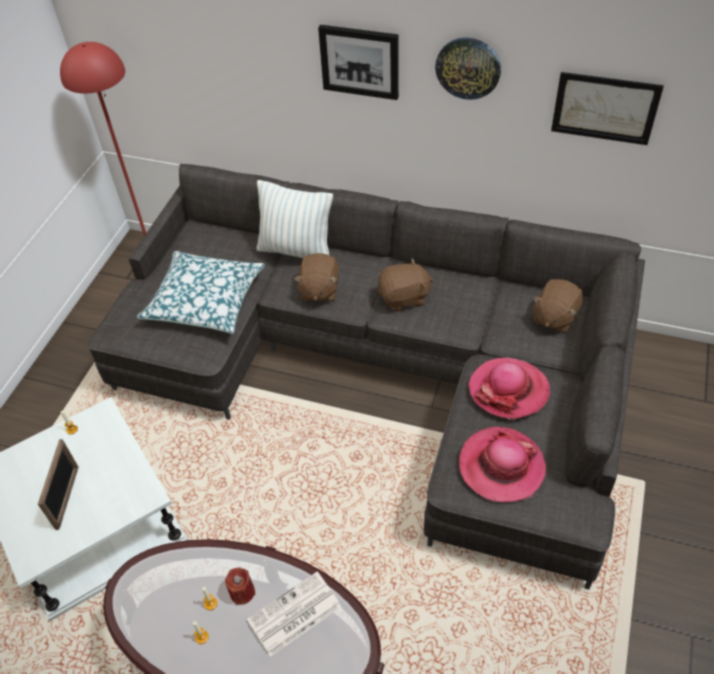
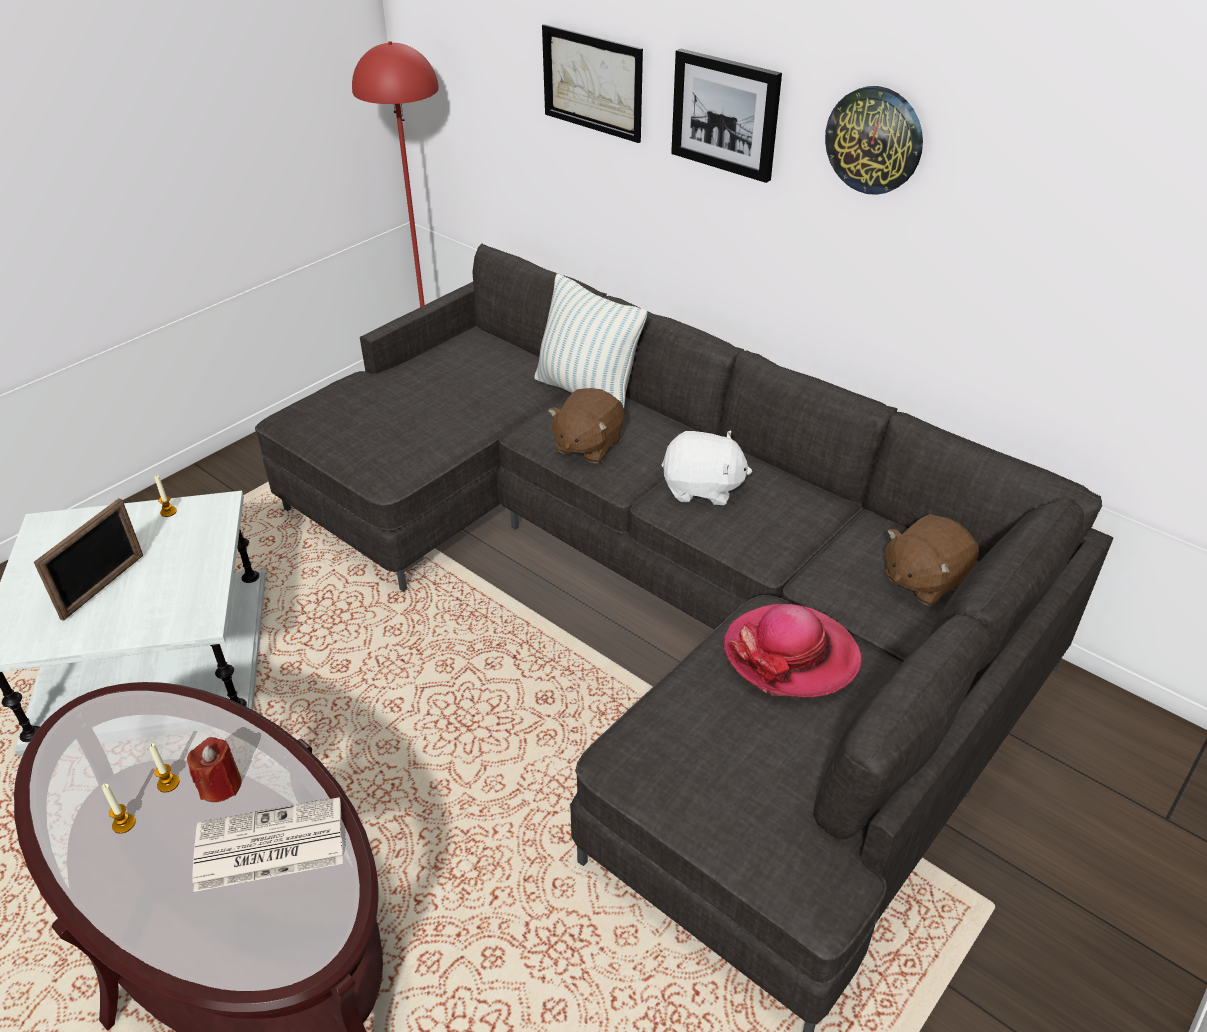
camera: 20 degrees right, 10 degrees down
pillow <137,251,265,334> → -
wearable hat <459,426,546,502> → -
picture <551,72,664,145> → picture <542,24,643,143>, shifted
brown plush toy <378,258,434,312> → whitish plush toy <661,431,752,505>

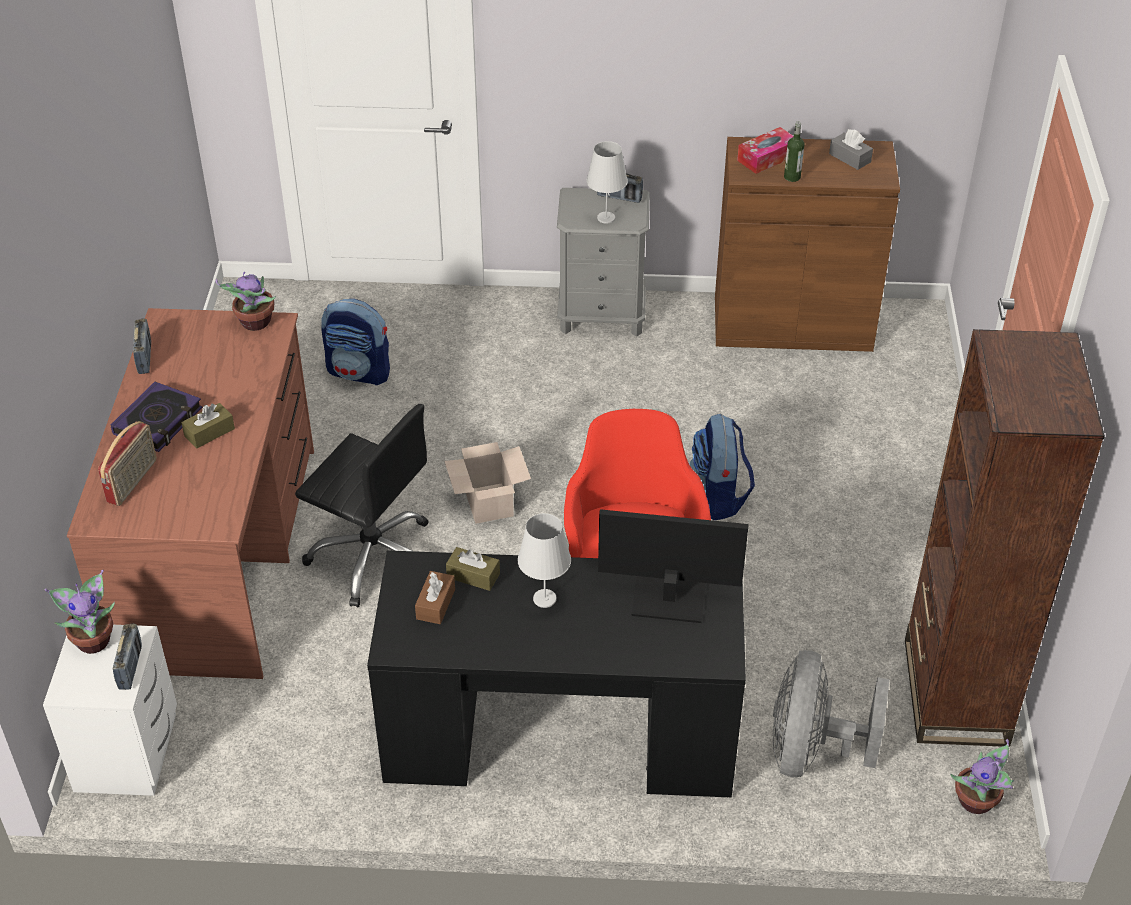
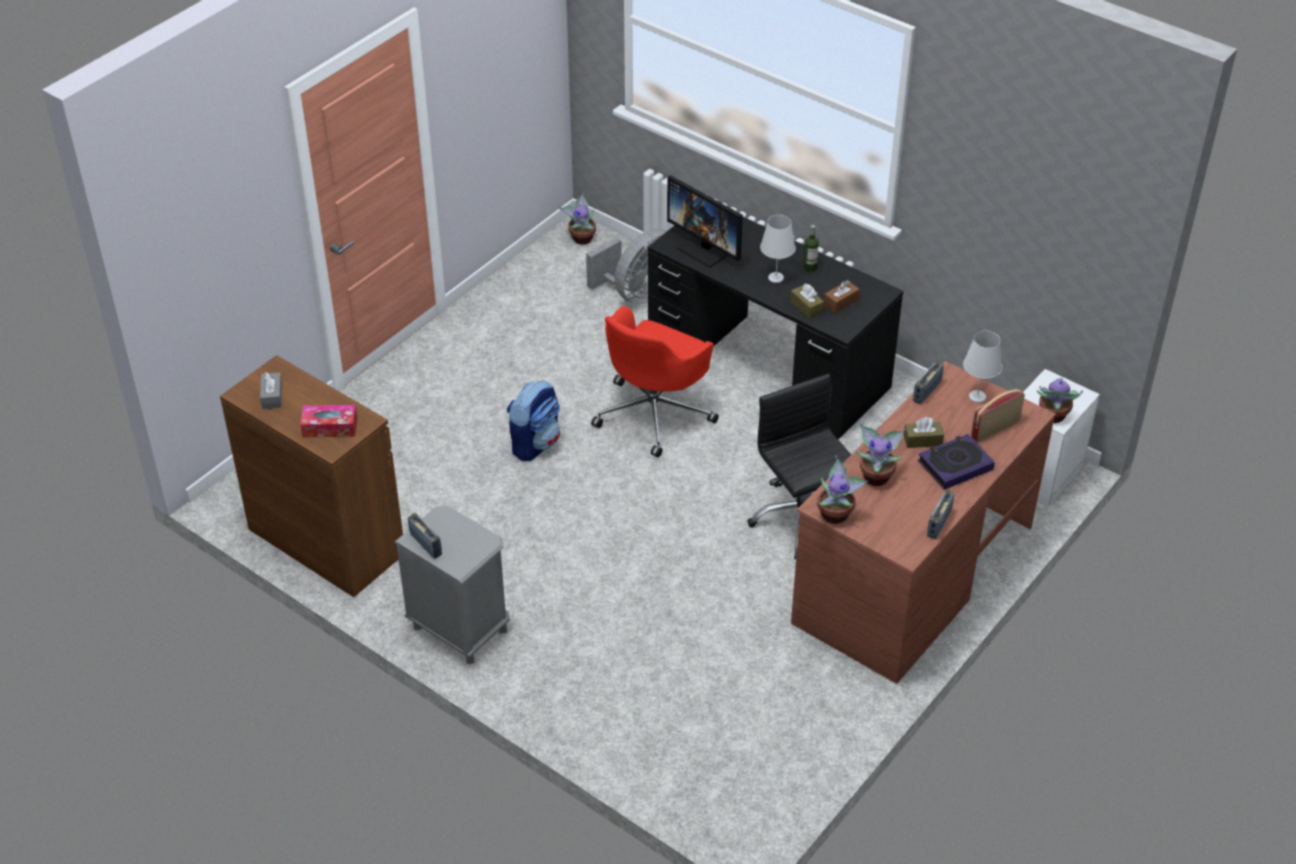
camera: 145 degrees left, 0 degrees up
rucksack <321,299,390,385> → -
carton <444,442,531,524> → -
brown bookcase <905,329,1105,747> → -
- → potted plant <856,424,906,486>
radio set <113,624,142,690> → radio set <913,361,944,404>, shifted
whitish lamp for a table <586,141,628,224> → whitish lamp for a table <963,331,1002,403>, shifted
bottle <784,122,804,182> → bottle <803,225,819,272>, shifted

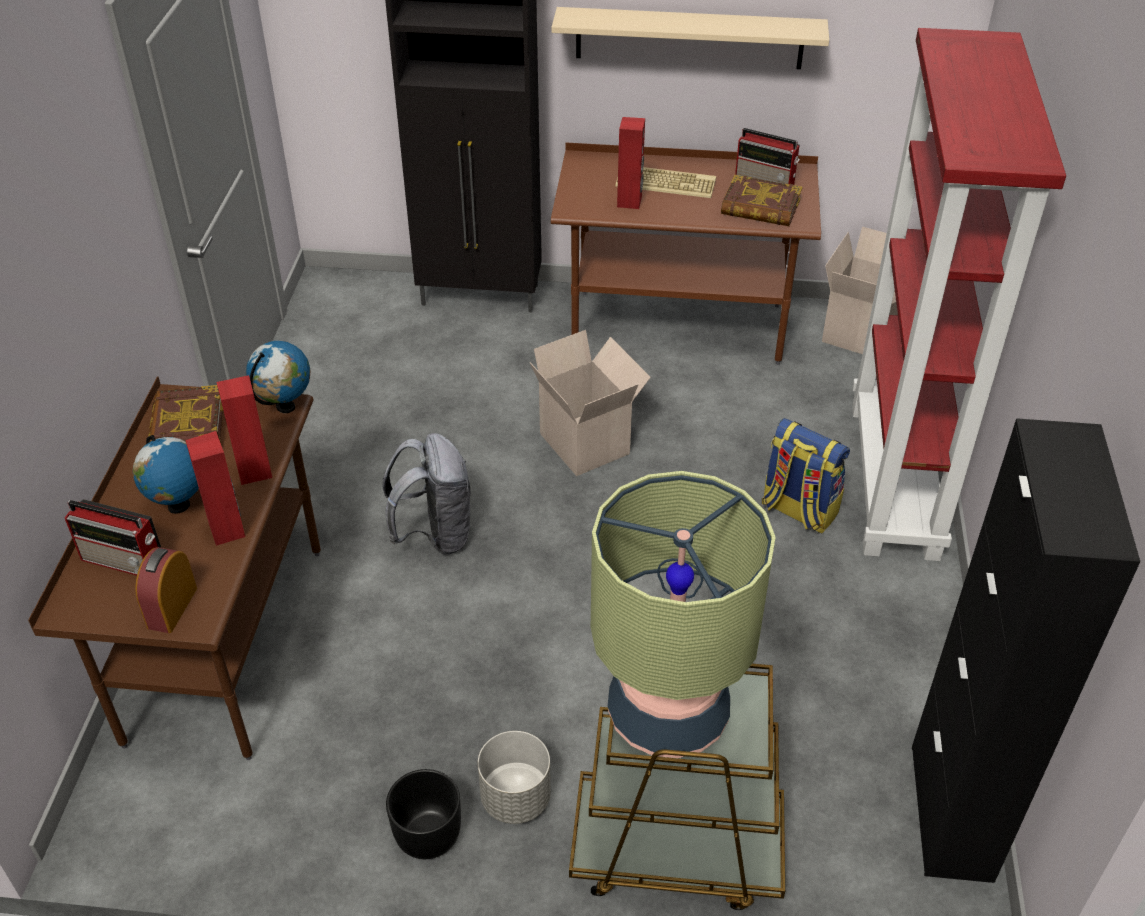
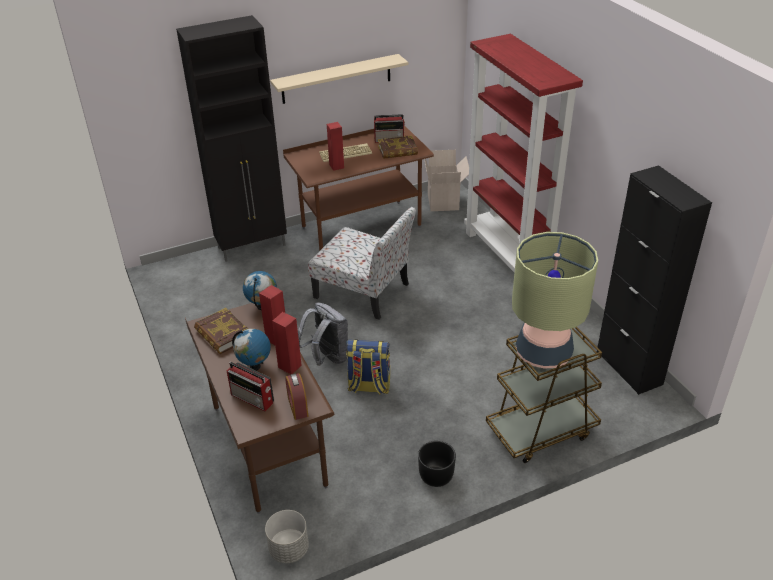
camera: 30 degrees left, 5 degrees down
gray planter <478,731,551,824> → gray planter <265,510,309,563>, shifted
rucksack <762,418,850,533> → rucksack <346,339,390,395>, shifted
carton <529,330,651,476> → chair <308,207,416,320>
radio set <65,499,161,575> → radio set <227,362,274,411>, 45 degrees clockwise

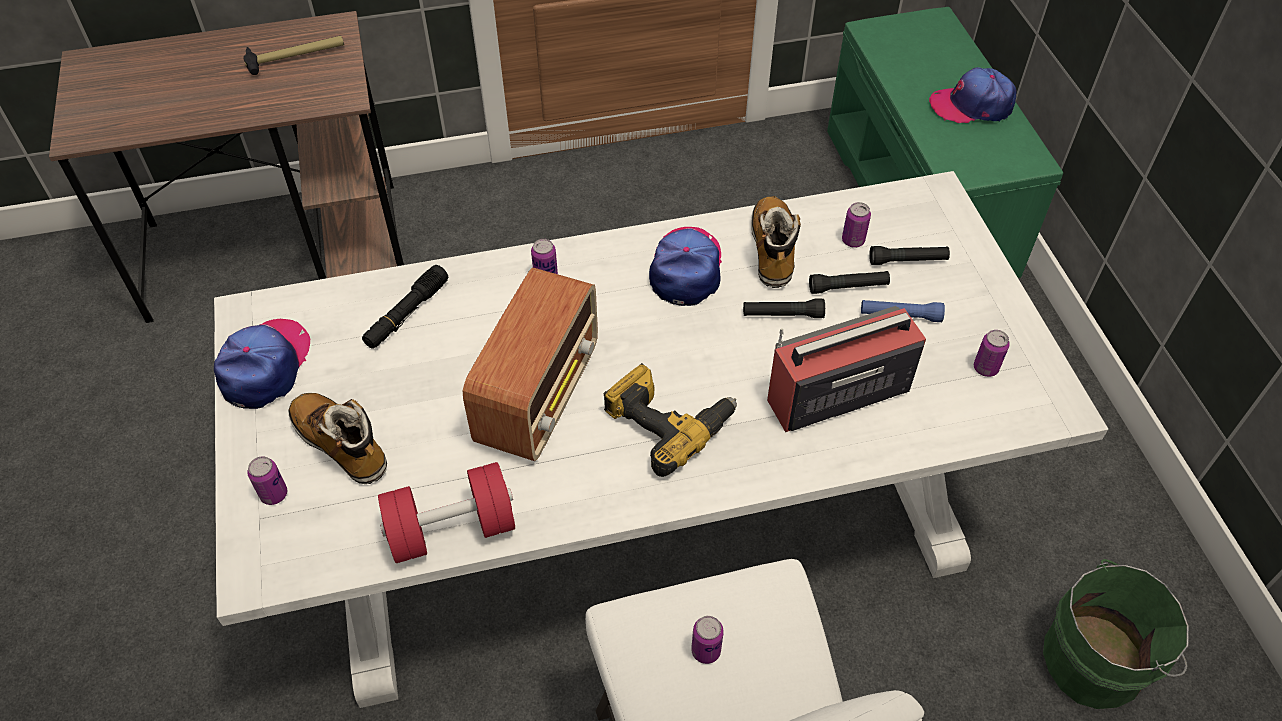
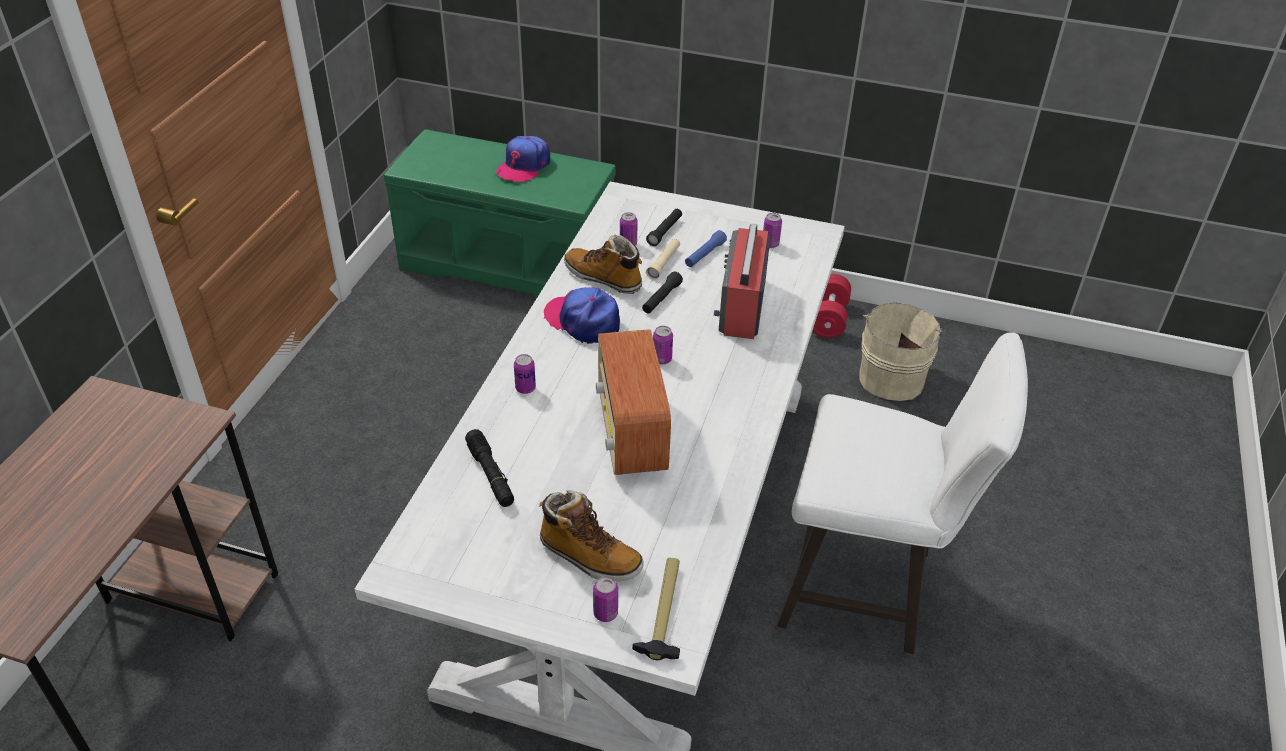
camera: 60 degrees left, 10 degrees down
peaked cap <214,319,310,409> → -
electric drill <604,363,737,477> → -
tool hammer <243,36,344,75> → tool hammer <632,558,680,660>, shifted
red-coloured dumbbell <378,462,515,563> → red-coloured dumbbell <813,274,851,338>, shifted
sealed can <691,616,724,664> → sealed can <653,326,673,364>, shifted
blackish hand torch <809,271,890,294> → beige hand torch <646,239,680,280>
greenish bucket <1043,559,1189,709> → beige bucket <859,302,946,401>
boot <288,393,387,484> → boot <539,490,644,582>, 135 degrees counterclockwise
radio set <463,268,598,461> → radio set <596,329,671,475>, 150 degrees counterclockwise

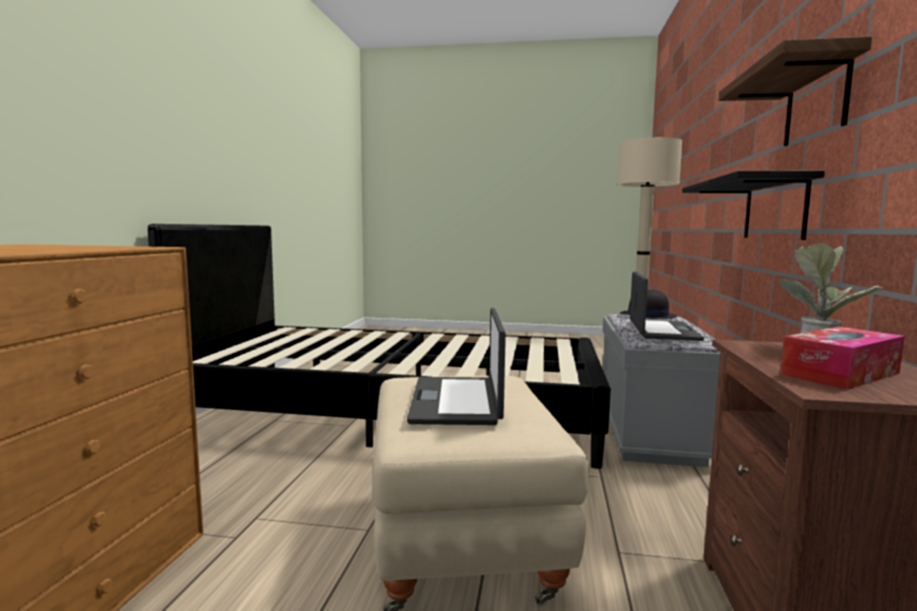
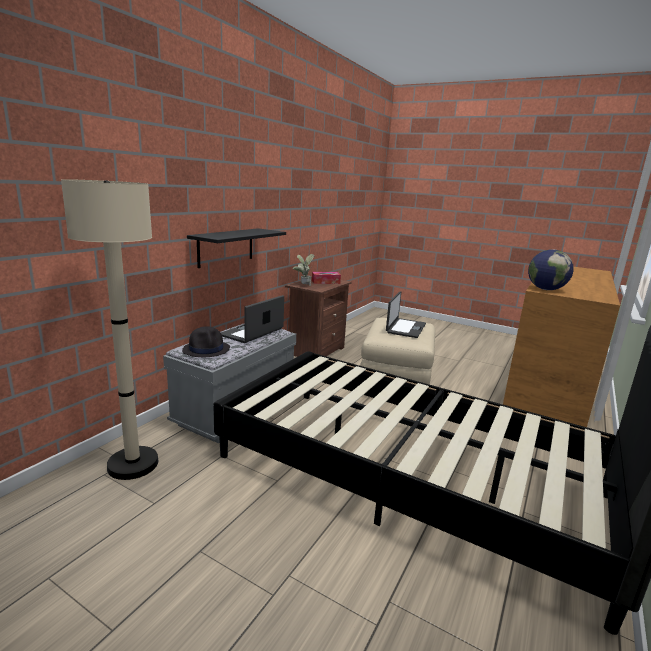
camera: 160 degrees left, 10 degrees up
bracket shelf <719,36,872,146> → -
- → globe <528,249,574,290>

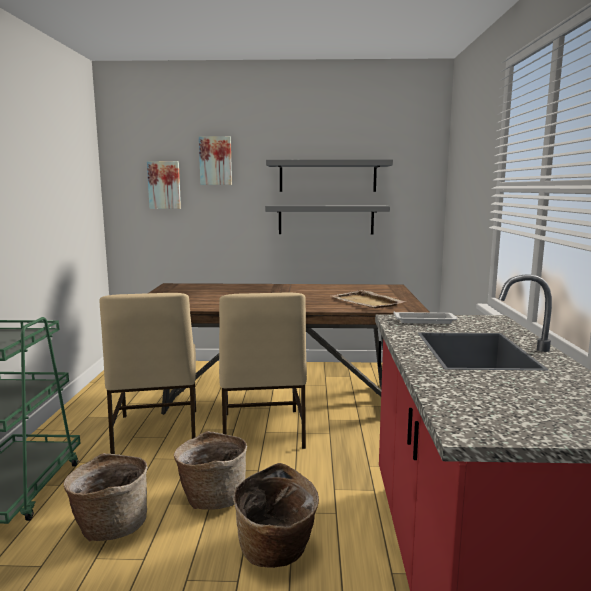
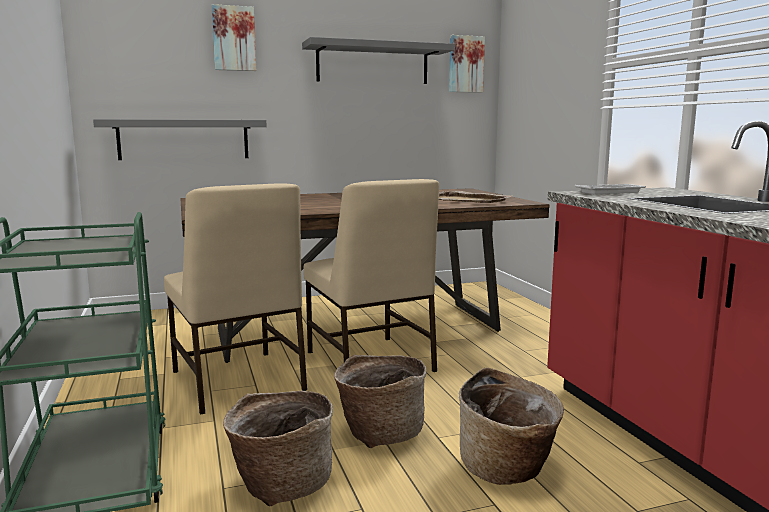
camera: 20 degrees left, 0 degrees up
picture <147,161,181,209> → picture <449,35,485,93>, shifted
gray bracket shelf <265,205,390,235> → gray bracket shelf <93,119,267,160>, shifted

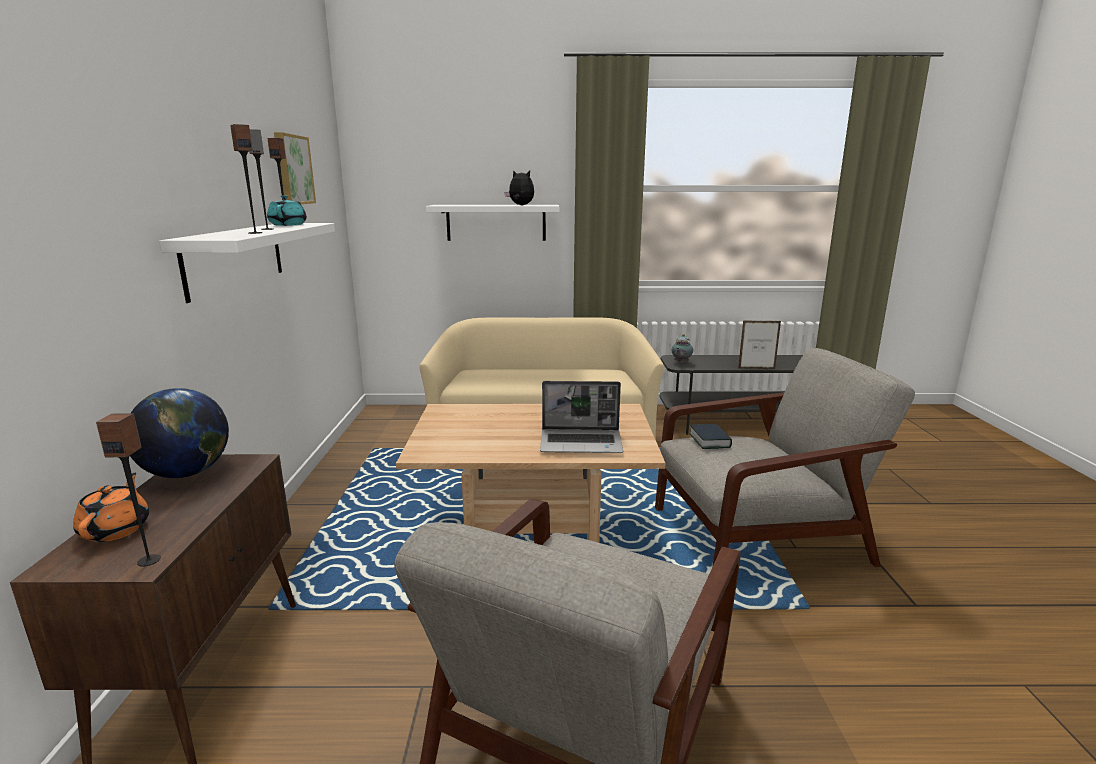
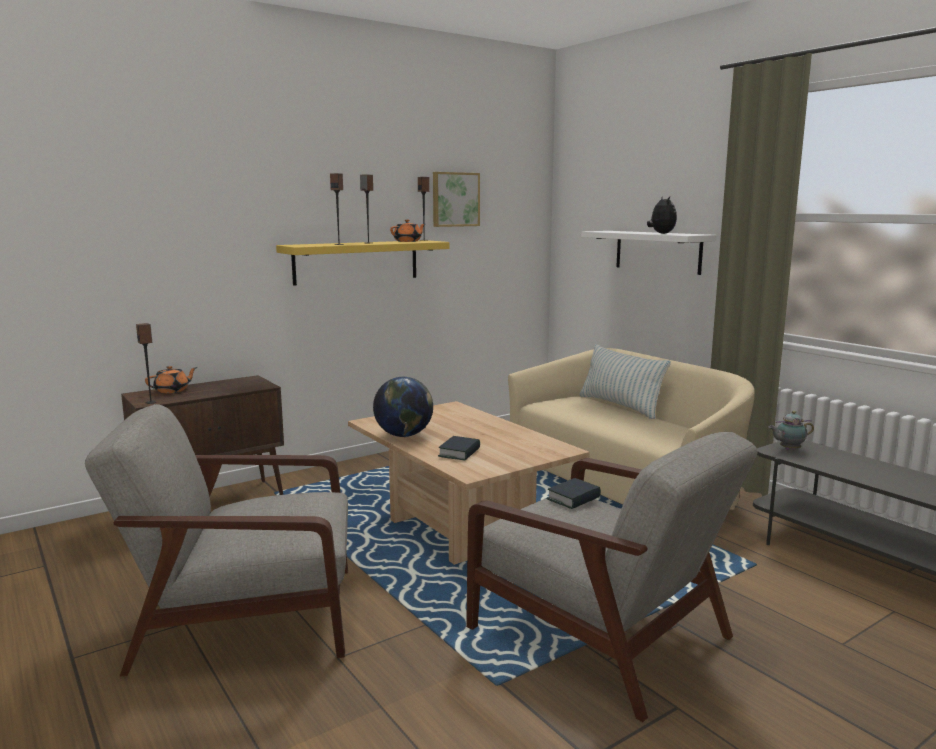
camera: 55 degrees right, 5 degrees down
picture frame <738,320,781,369> → -
- → pillow <580,344,671,419>
globe <130,388,229,478> → globe <373,377,433,437>, shifted
laptop <540,381,623,453> → book <438,436,480,461>
whitish bracket shelf <159,223,335,303> → yellow-coloured bracket shelf <276,240,449,286>
turquoise tea pot <267,195,307,226> → orange-coloured tea pot <390,219,425,242>

